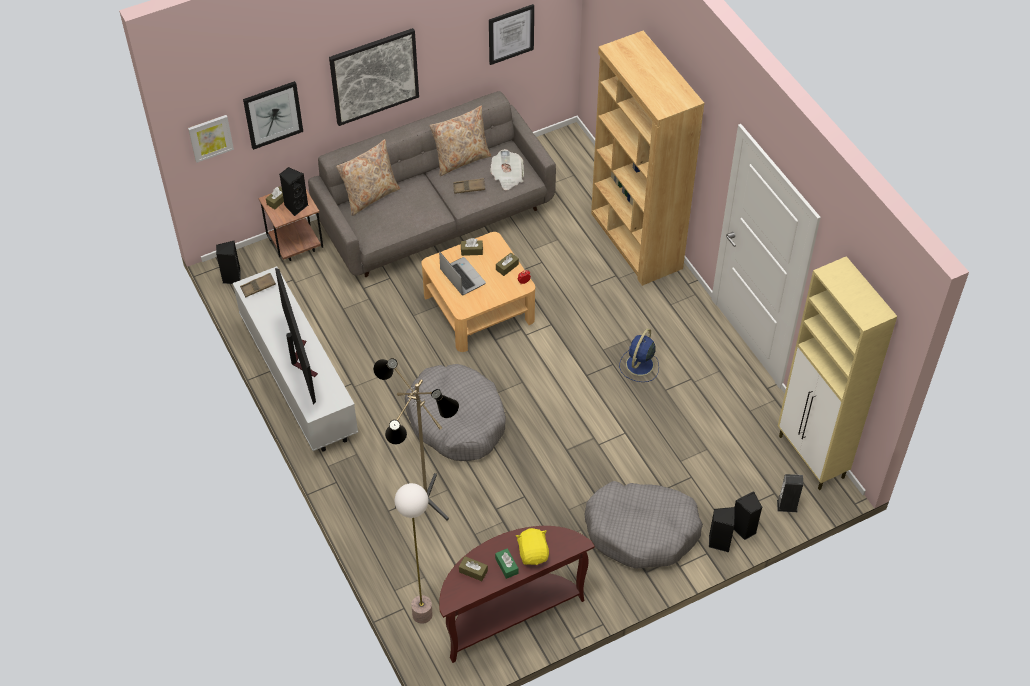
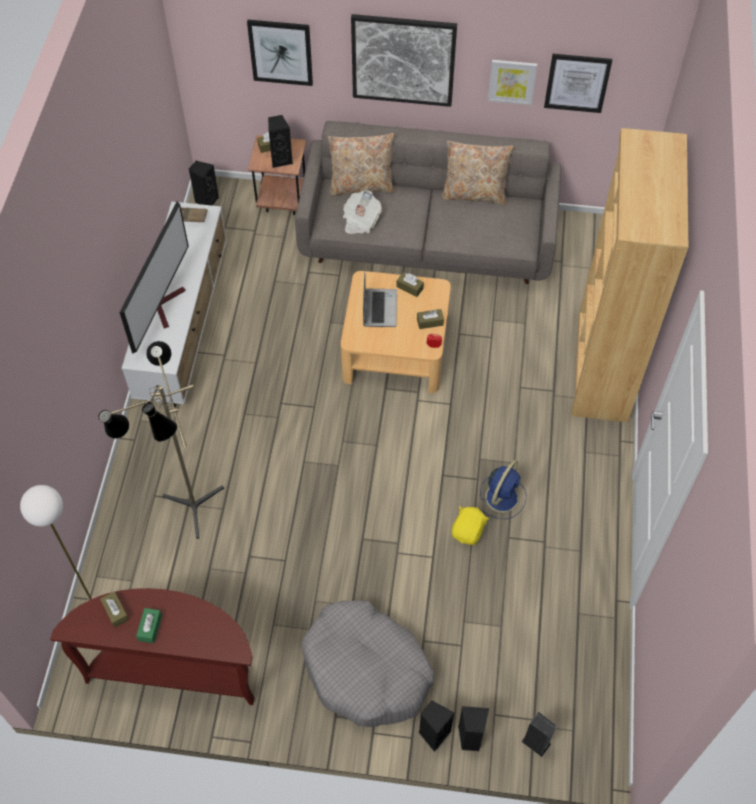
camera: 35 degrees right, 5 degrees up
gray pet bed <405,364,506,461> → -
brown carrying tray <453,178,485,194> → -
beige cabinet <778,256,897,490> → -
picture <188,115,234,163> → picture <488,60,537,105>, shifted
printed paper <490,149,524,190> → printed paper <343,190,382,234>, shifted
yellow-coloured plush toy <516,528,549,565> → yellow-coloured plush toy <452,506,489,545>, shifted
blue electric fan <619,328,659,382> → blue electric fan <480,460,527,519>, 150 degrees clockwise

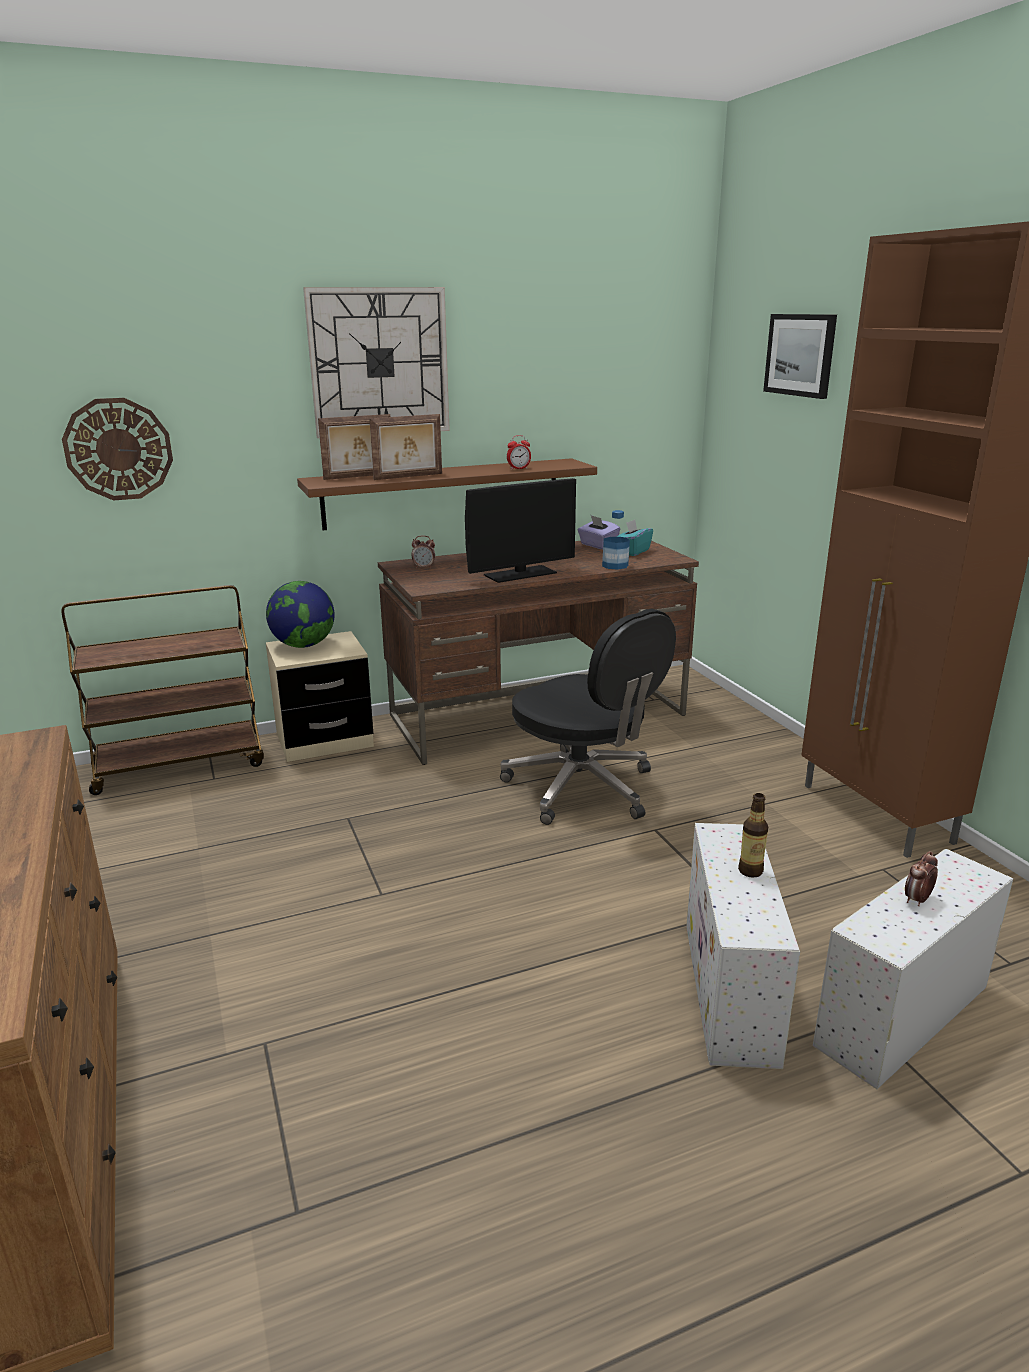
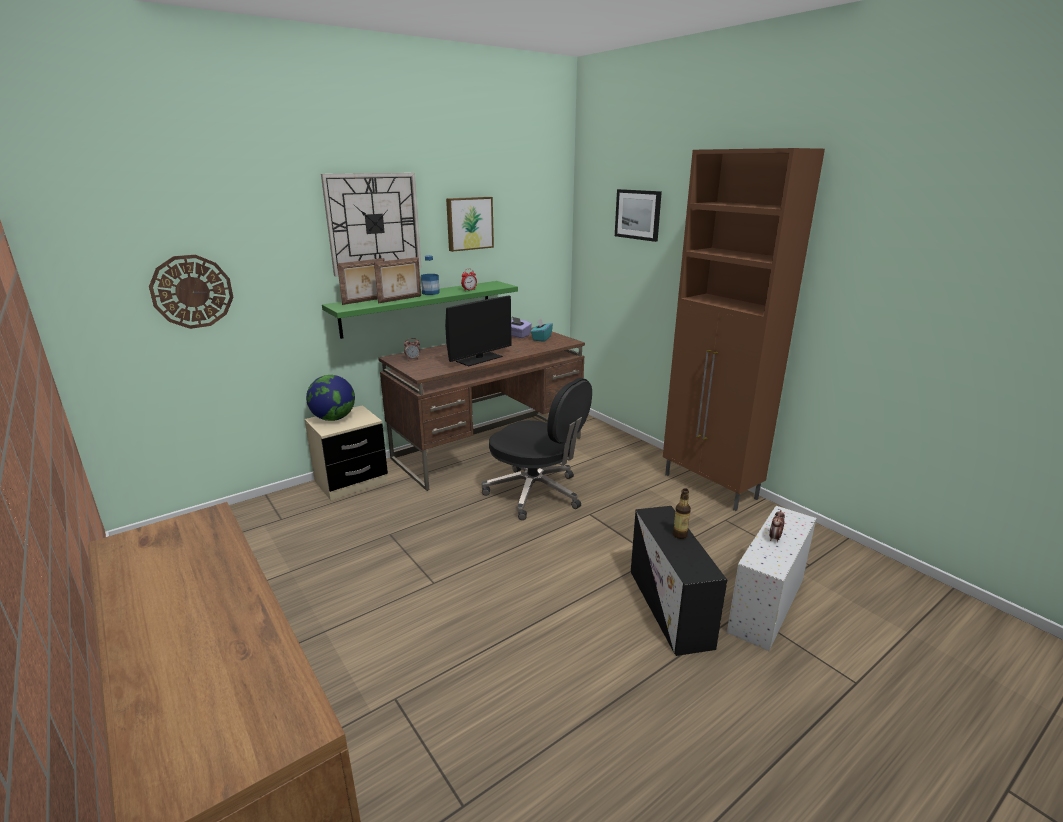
camera: 15 degrees left, 0 degrees up
brown cart <62,585,264,795> → -
- → picture <446,197,494,252>
bottle <602,510,630,570> → bottle <421,255,440,295>, shifted
brown bracket shelf <297,458,597,530> → greenish bracket shelf <322,281,518,339>
whitish storage bin <686,823,800,1069> → blackish storage bin <631,506,727,656>

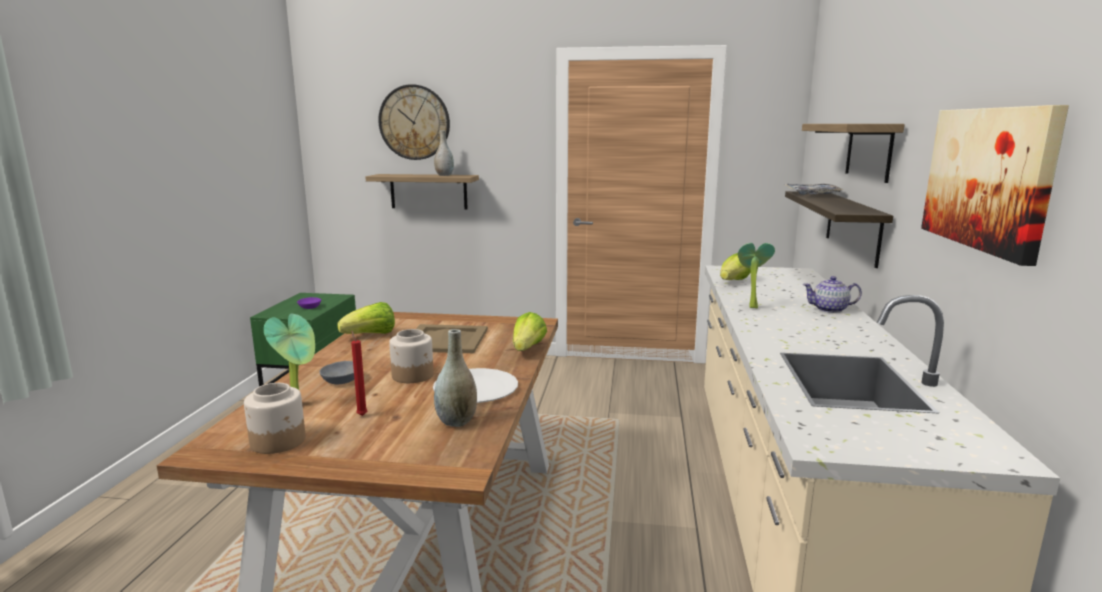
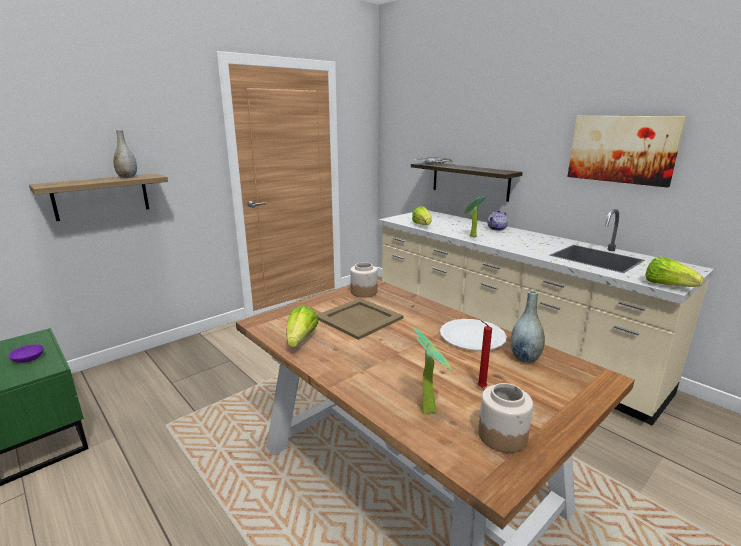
camera: 50 degrees left, 5 degrees up
gray bowl <320,361,354,384> → -
wall clock <378,84,450,160> → -
bracket shelf <802,124,905,183> → -
preserve jar <389,329,434,383> → preserve jar <350,262,377,298>, shifted
head of lettuce <513,312,547,351> → head of lettuce <645,257,703,287>, shifted

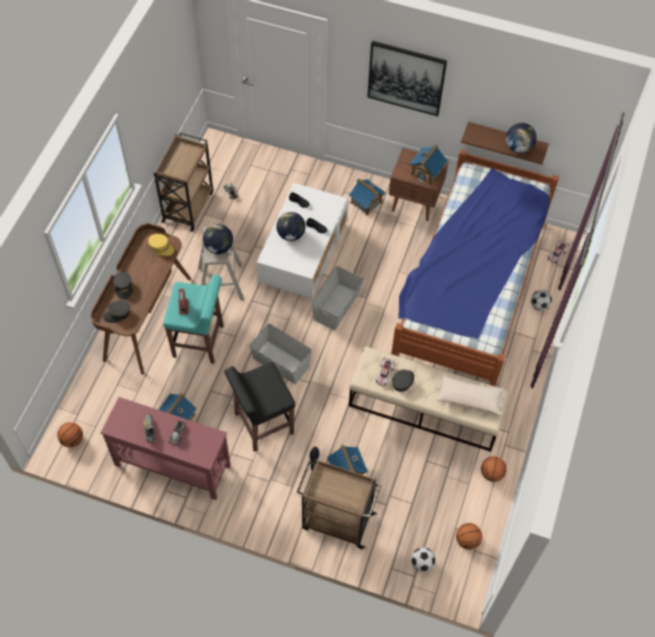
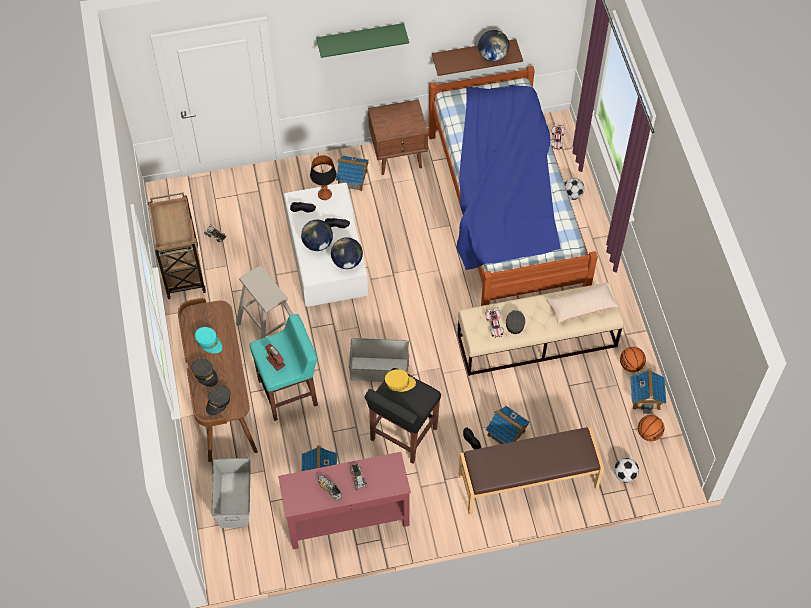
camera: 30 degrees left, 0 degrees up
basketball <57,422,83,447> → -
- → turquoise peaked cap <195,327,222,353>
- → lamp for a table <310,156,337,200>
yellow-coloured peaked cap <148,234,174,256> → yellow-coloured peaked cap <385,369,416,392>, shifted
globe <203,224,233,254> → globe <331,237,363,269>, shifted
gray storage bin <311,266,364,330> → gray storage bin <211,458,251,528>, shifted
model house <409,144,448,185> → model house <630,368,666,413>, shifted
brown cart <297,459,381,549> → brown long seat <459,427,604,514>
picture <367,41,447,117> → greenish bracket shelf <316,23,409,58>

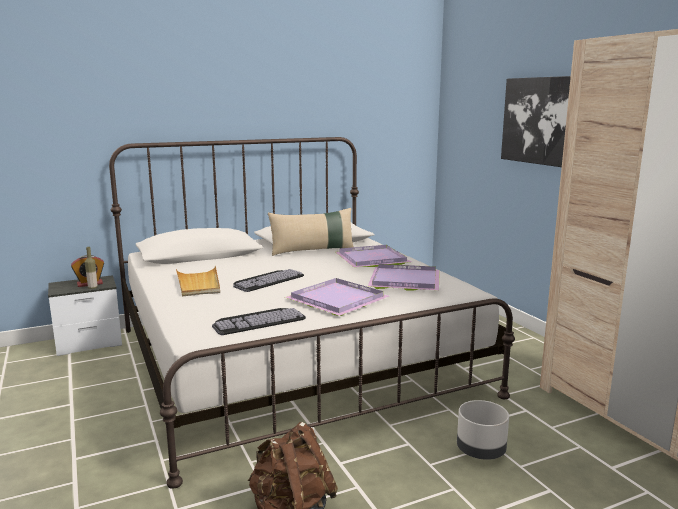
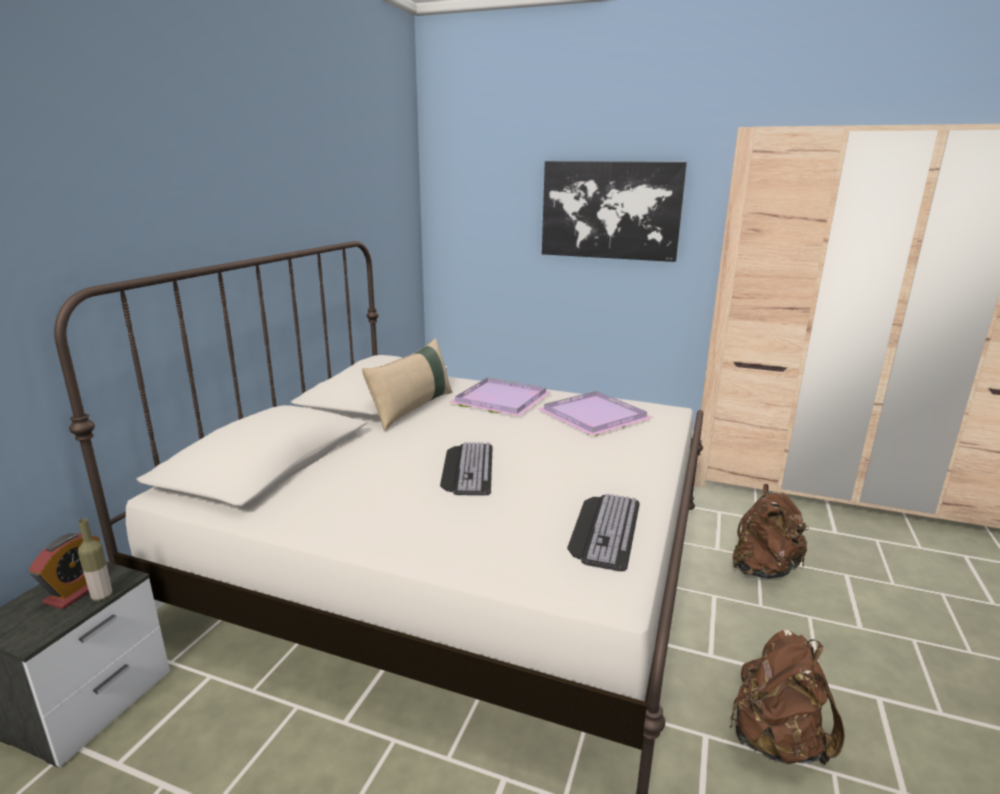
camera: 45 degrees left, 5 degrees up
beige carrying tray <176,266,220,296> → -
purple carrying tray <285,278,389,316> → -
gray planter <457,400,509,460> → brown rucksack <732,484,809,579>

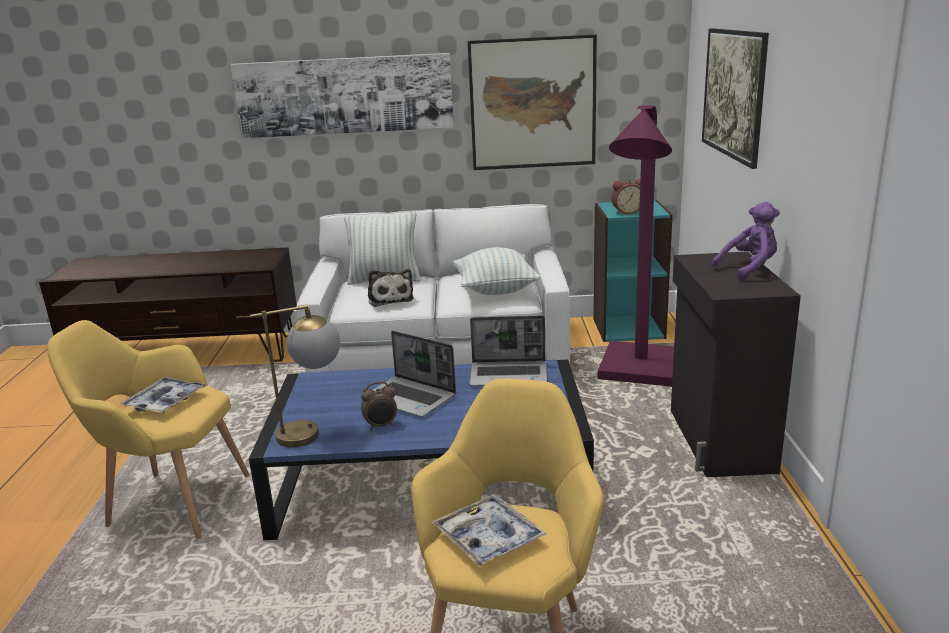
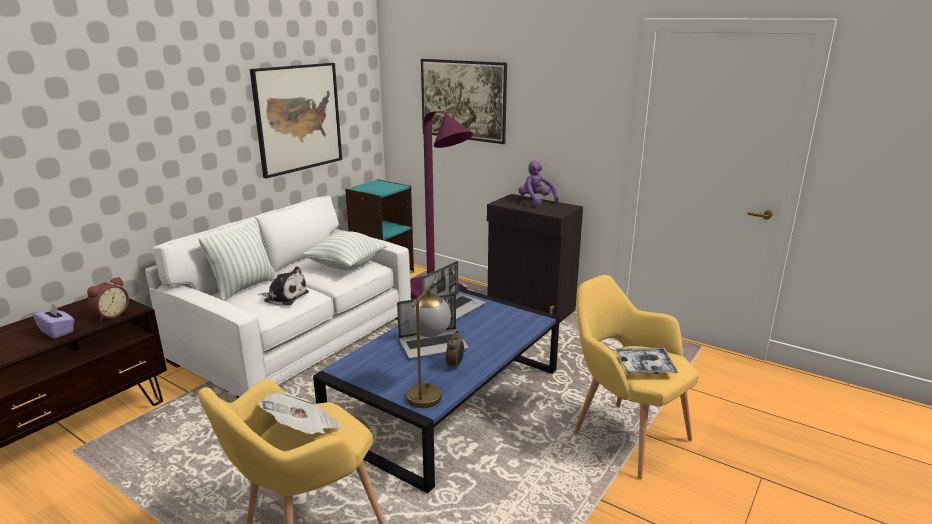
camera: 55 degrees left, 0 degrees up
picture <230,53,454,138> → -
- → purple box of tissues <33,303,74,339>
bedside clock <611,179,640,215> → bedside clock <87,277,129,321>, shifted
carrying tray <120,377,207,413> → printed paper <258,392,343,435>
purple plush toy <711,202,780,281> → purple plush toy <518,160,559,206>, 45 degrees counterclockwise

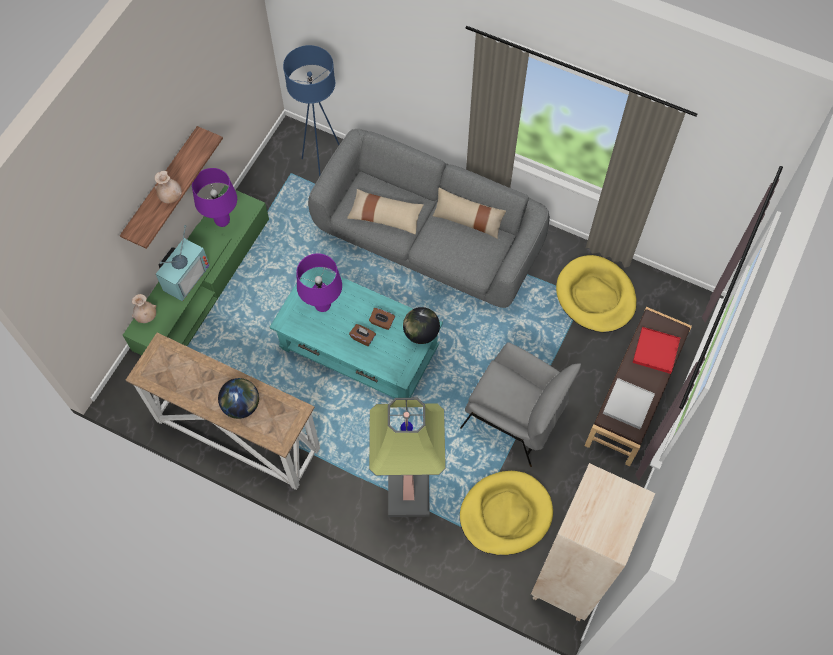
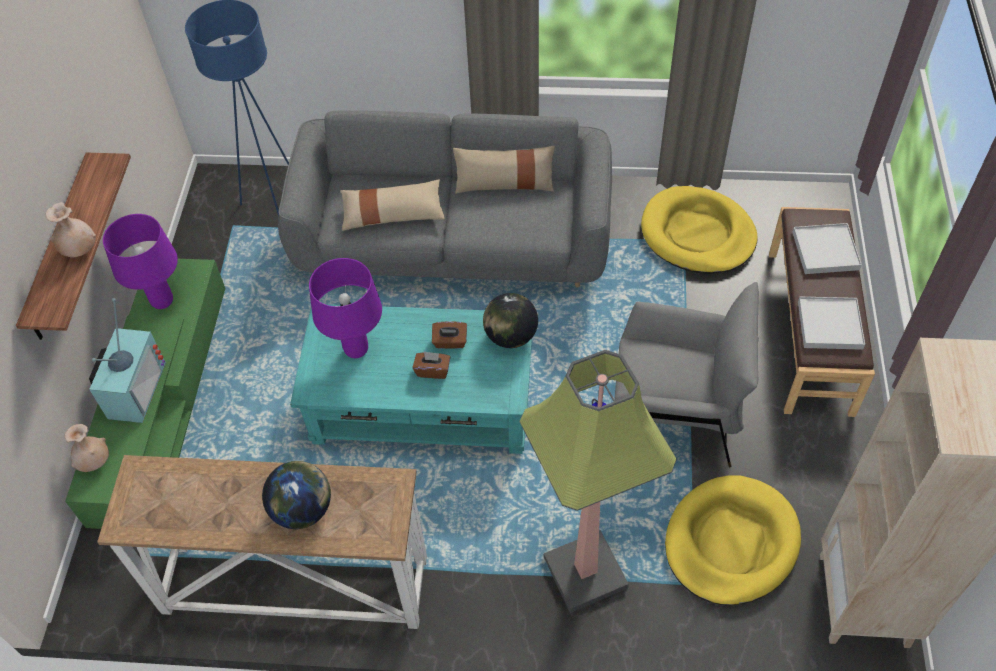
camera: 20 degrees left, 10 degrees down
red-coloured carrying tray <633,327,680,374> → whitish carrying tray <792,223,862,274>

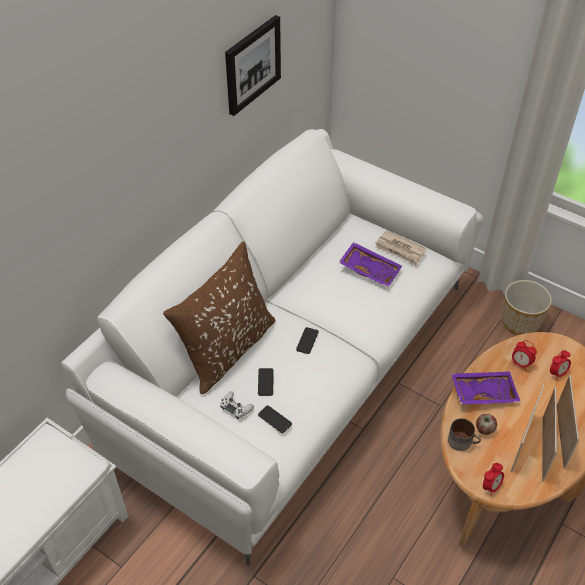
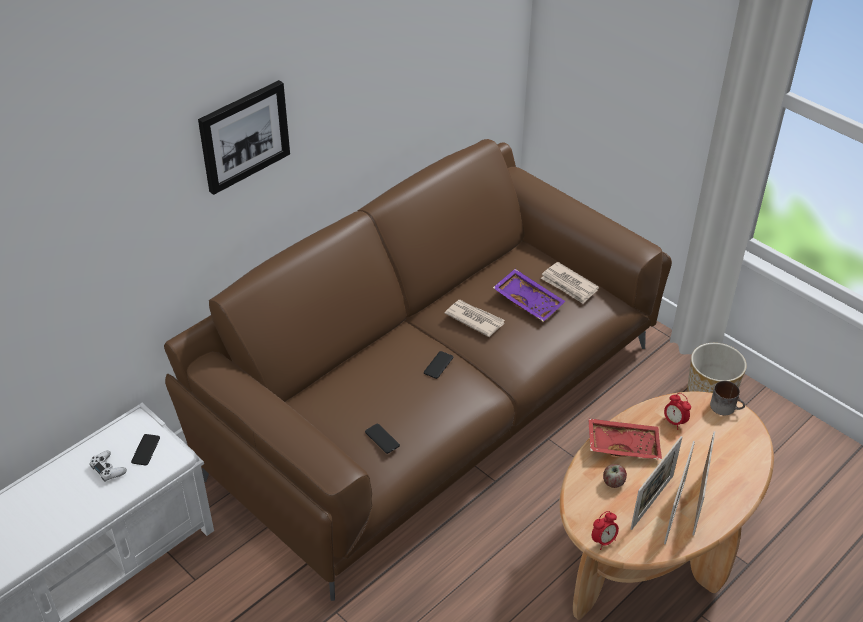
camera: 10 degrees right, 5 degrees down
brown pillow <163,241,276,394> → -
bedside clock <550,350,571,381> → -
- → printed paper <445,300,505,337>
whitish gamepad <220,391,254,419> → whitish gamepad <89,450,127,482>, shifted
picture <225,15,281,116> → picture <198,80,290,195>, shifted
phone <258,368,274,396> → phone <131,434,160,466>, shifted
mug <448,418,481,451> → mug <710,381,745,415>, shifted
whitish settee <61,129,483,566> → brown settee <164,139,672,601>
purple carrying tray <451,371,521,404> → red-coloured carrying tray <588,418,662,460>

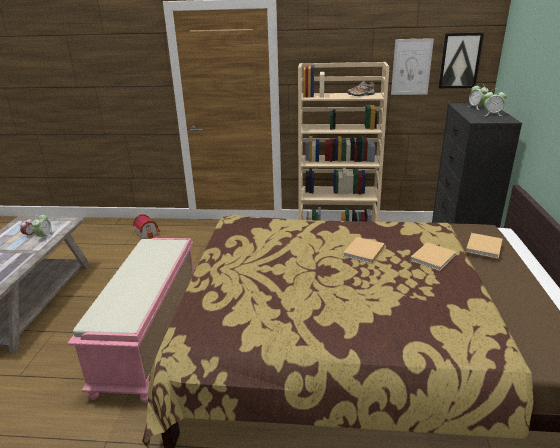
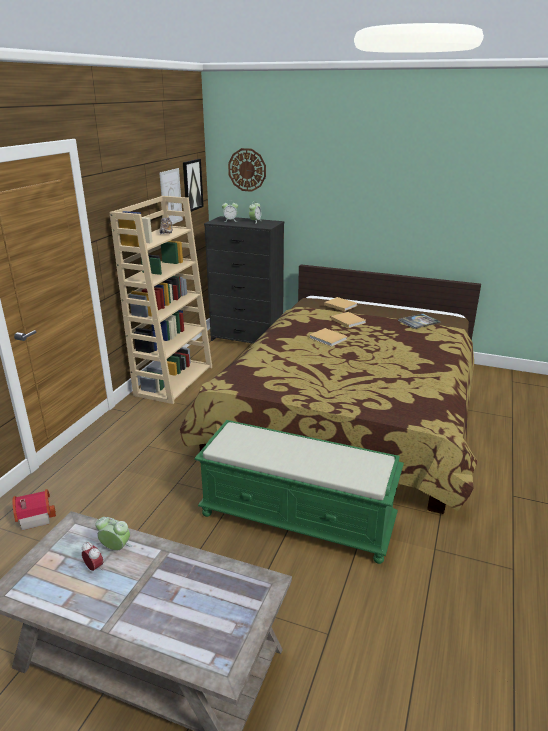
camera: 75 degrees left, 0 degrees up
- → wall clock <228,148,266,192>
- → book <398,314,441,329>
pinkish long seat <67,238,194,403> → greenish long seat <194,420,404,564>

